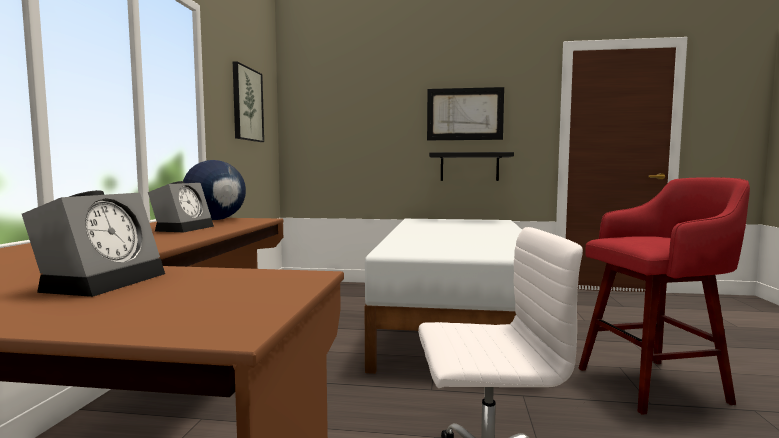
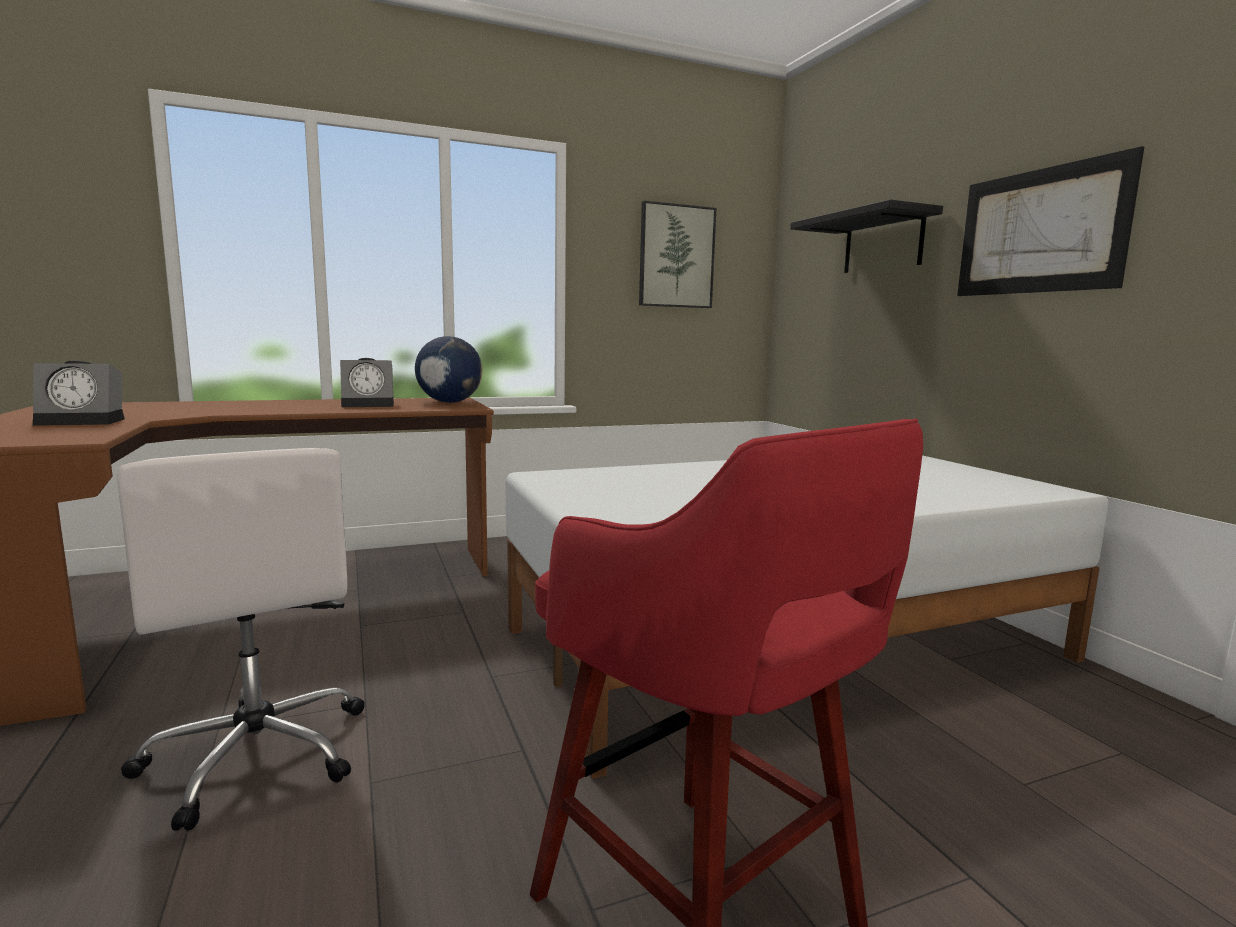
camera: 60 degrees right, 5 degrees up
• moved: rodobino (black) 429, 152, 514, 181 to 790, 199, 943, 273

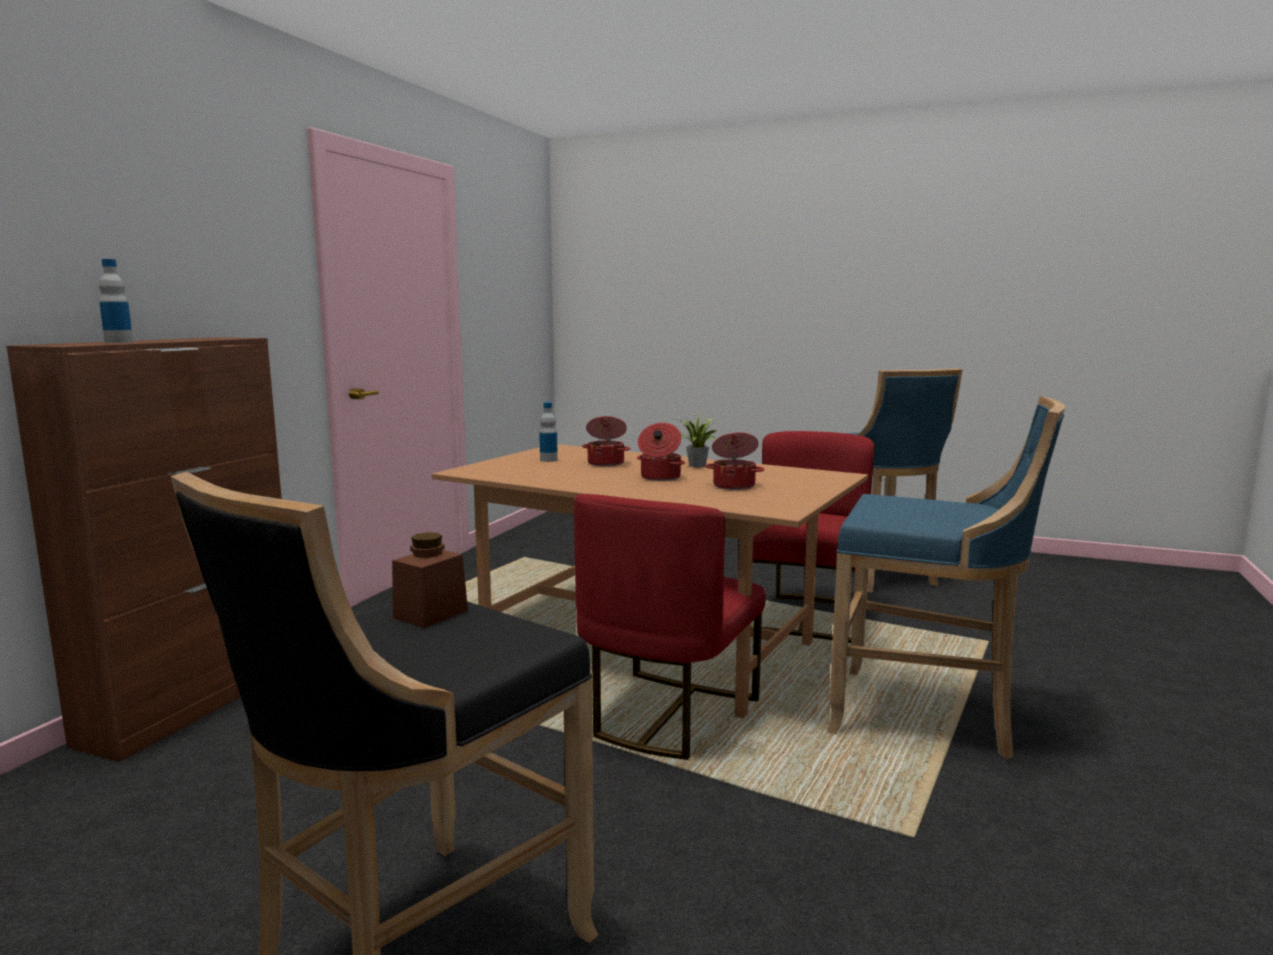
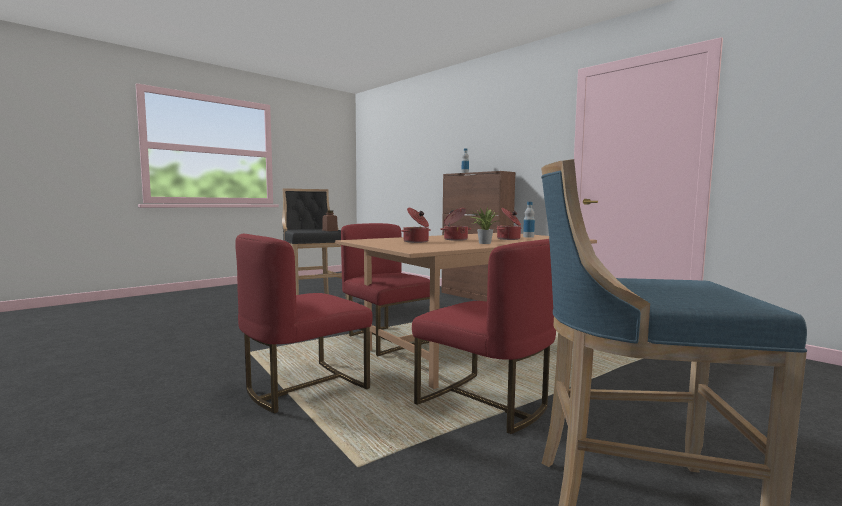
camera: 115 degrees right, 5 degrees down
• replaced: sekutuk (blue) 827, 396, 1065, 759 to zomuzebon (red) 235, 234, 373, 413

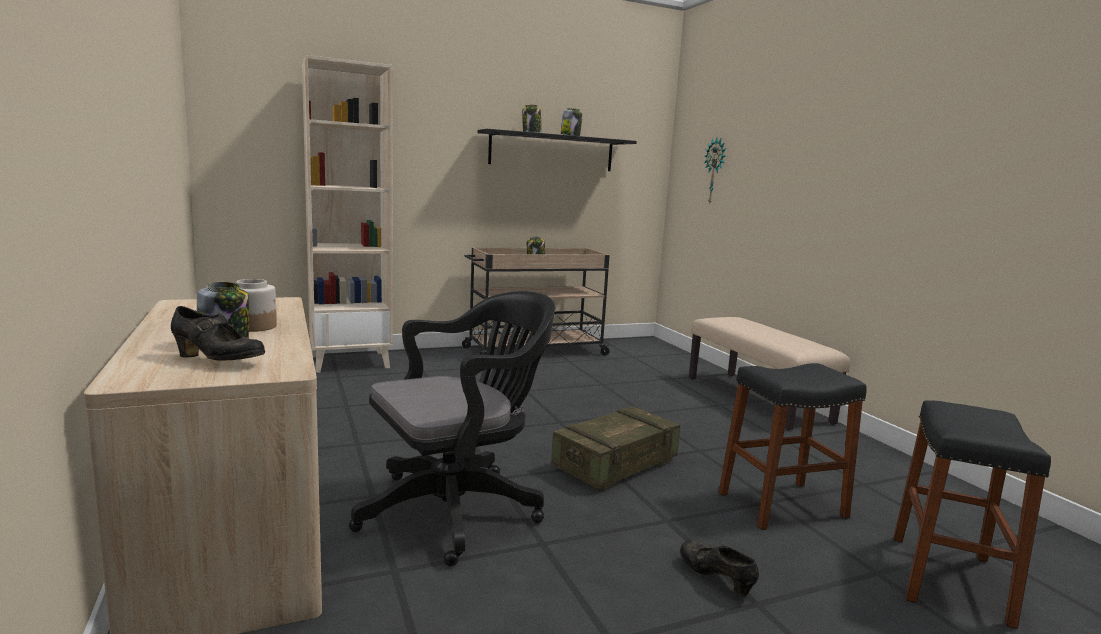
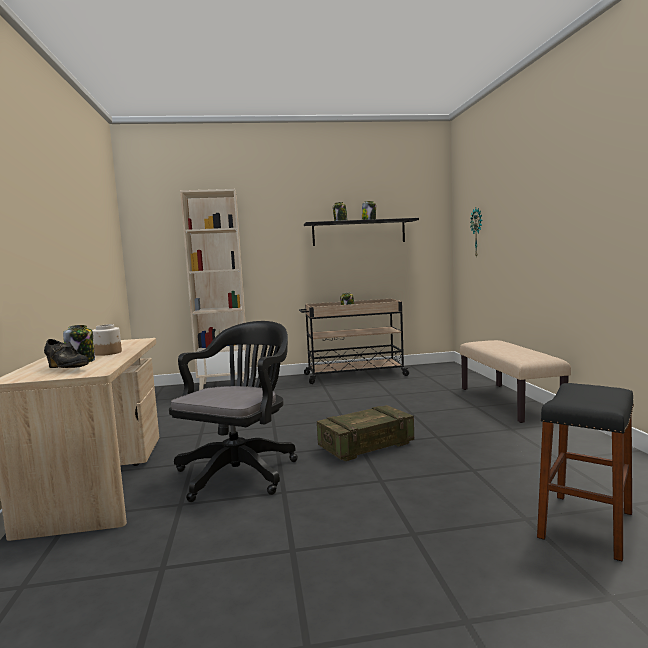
camera: 15 degrees right, 5 degrees down
• turned: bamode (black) 349, 291, 555, 567 = 169, 321, 298, 502 45 degrees counterclockwise
• removed: sekutuk (black) 719, 363, 867, 530
• removed: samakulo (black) 680, 540, 759, 596

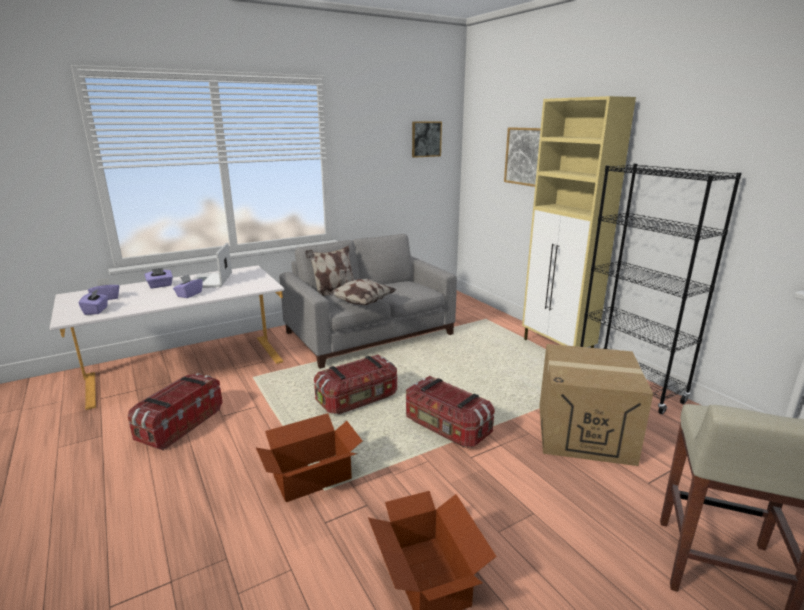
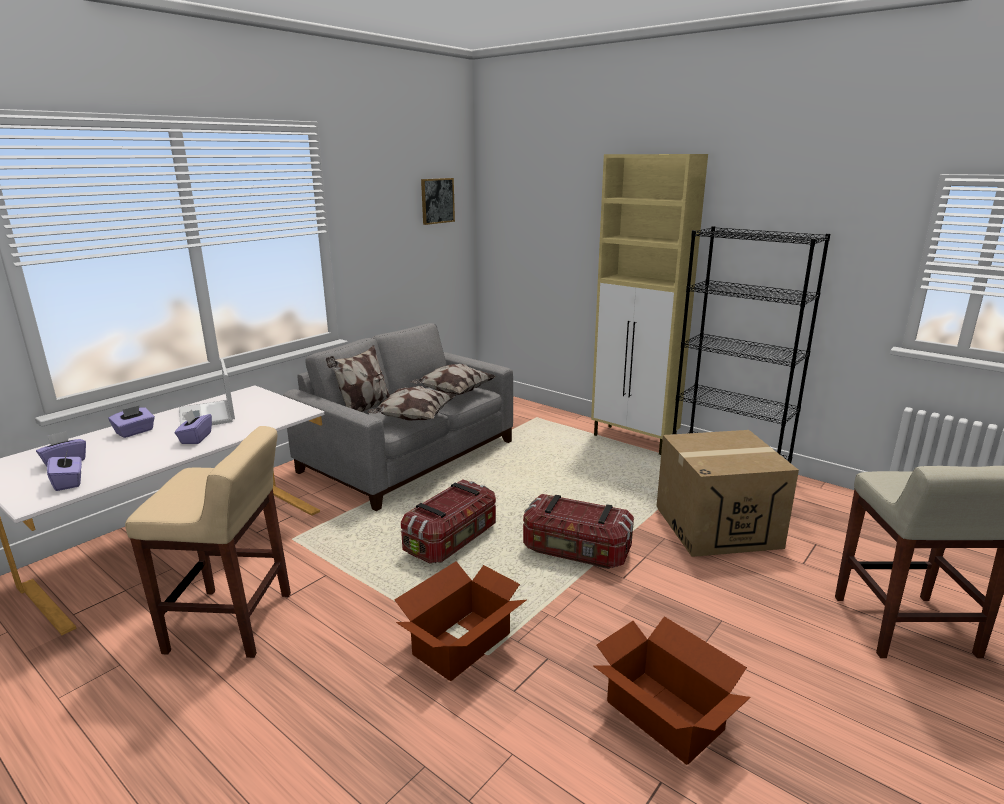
camera: 20 degrees left, 0 degrees up
• removed: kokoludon 504, 127, 541, 187
• replaced: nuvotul 128, 373, 222, 451 to sekutuk (beige) 125, 426, 291, 658
• added: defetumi 410, 364, 496, 395

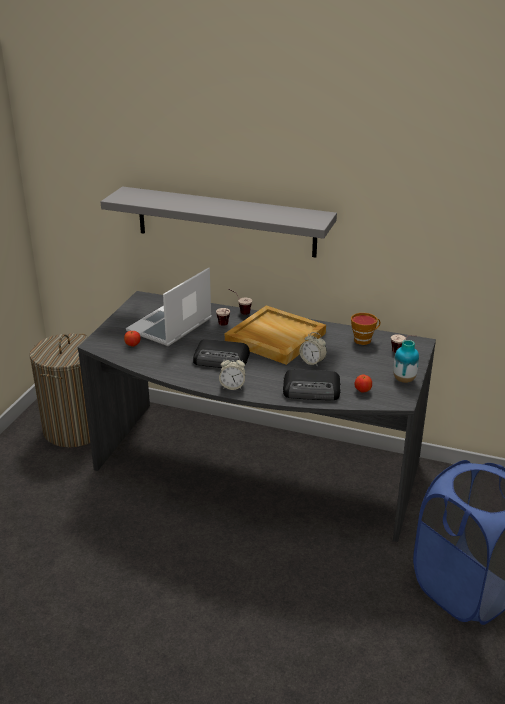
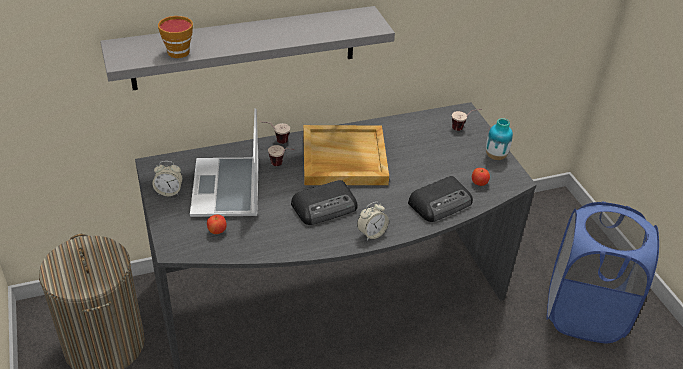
camera: 40 degrees left, 10 degrees up
• moved: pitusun 351, 313, 380, 345 to 158, 16, 193, 58
• moved: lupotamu 300, 332, 327, 367 to 152, 161, 183, 196

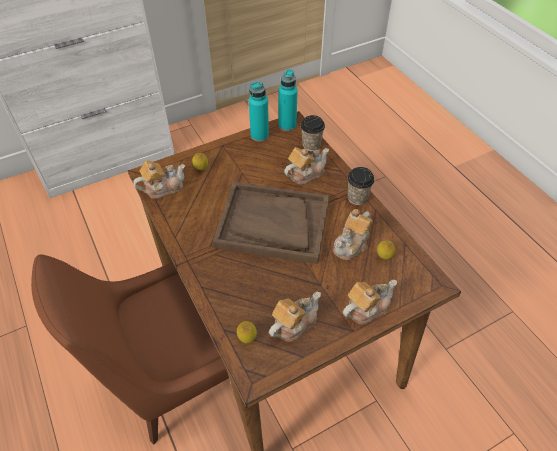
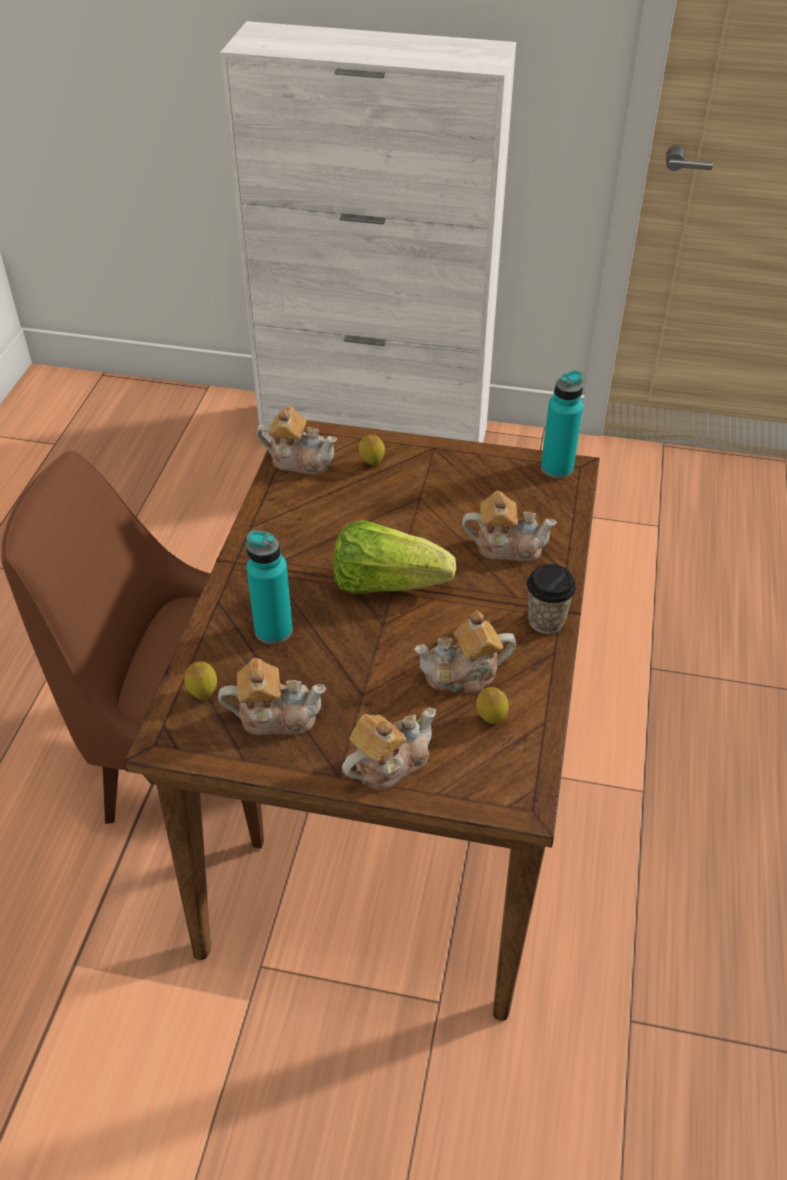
camera: 40 degrees right, 5 degrees down
• moved: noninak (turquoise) 249, 81, 269, 142 to 246, 530, 293, 644
• removed: pitusun 301, 115, 325, 151
• replaced: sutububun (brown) 213, 182, 330, 264 to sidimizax 333, 520, 456, 594
• turned: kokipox 343, 279, 397, 324 = 342, 707, 436, 790 45 degrees counterclockwise

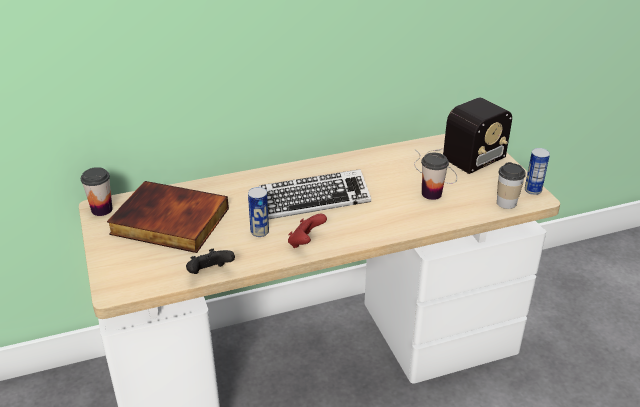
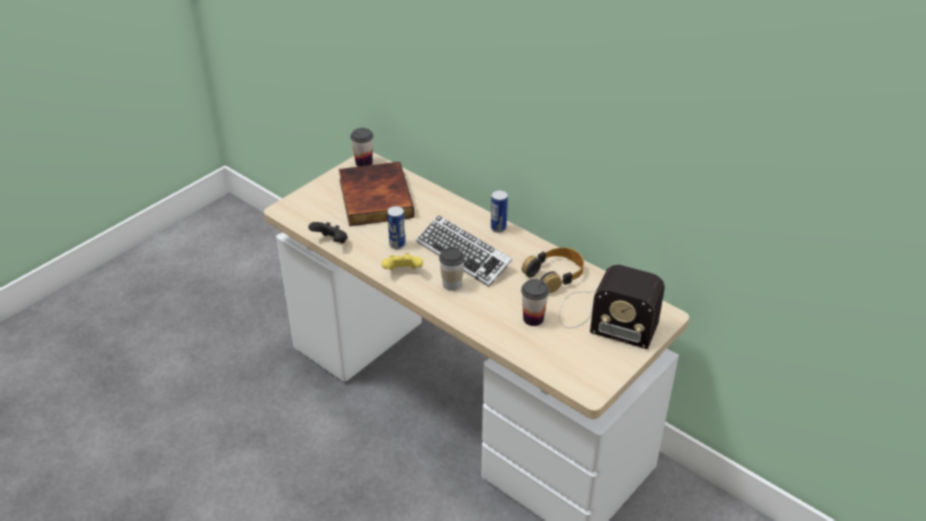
camera: 60 degrees right, 5 degrees up
• moved: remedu 525, 148, 550, 195 to 491, 190, 508, 233
• moved: pitusun 497, 162, 526, 209 to 439, 247, 465, 291
• recoloured: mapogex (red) 288, 214, 327, 248 to mapogex (yellow) 382, 253, 423, 270
• added: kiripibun 522, 247, 584, 293

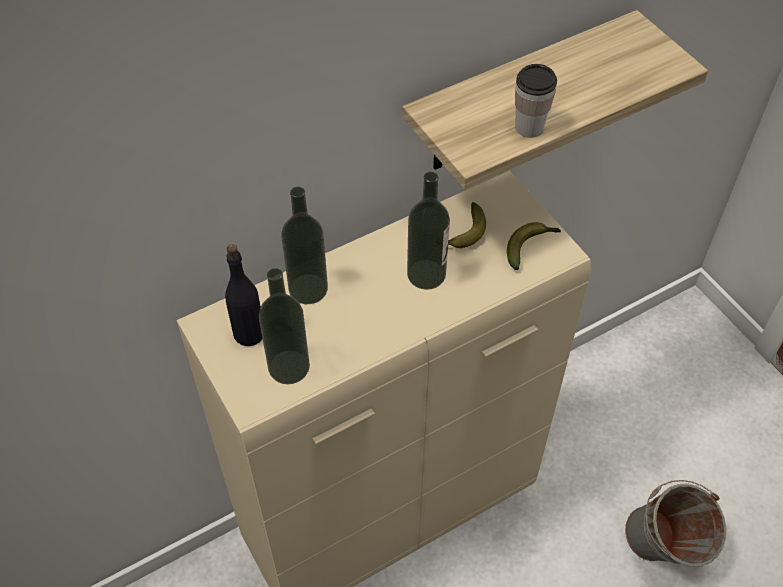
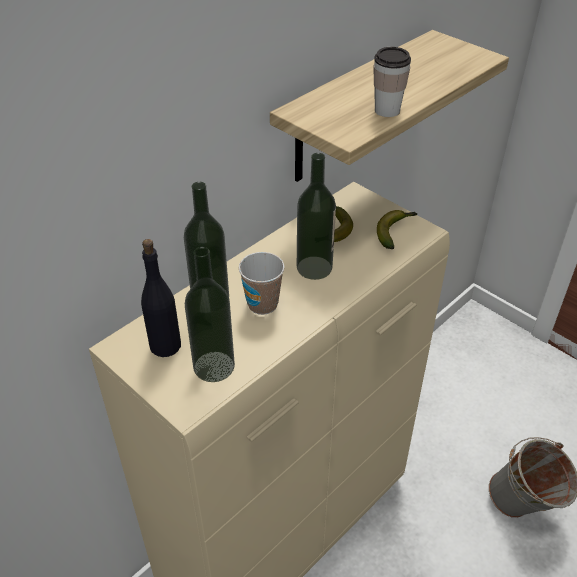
camera: 15 degrees left, 10 degrees down
• added: pitusun 239, 252, 285, 315

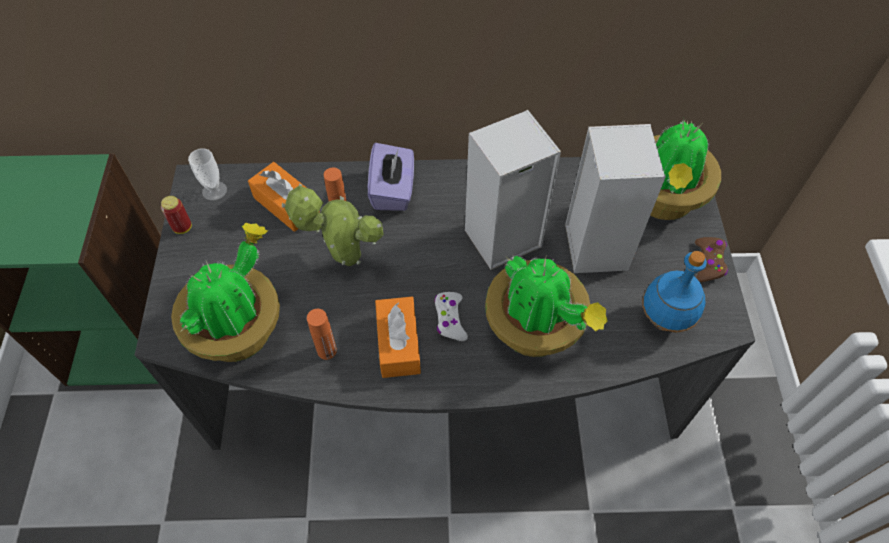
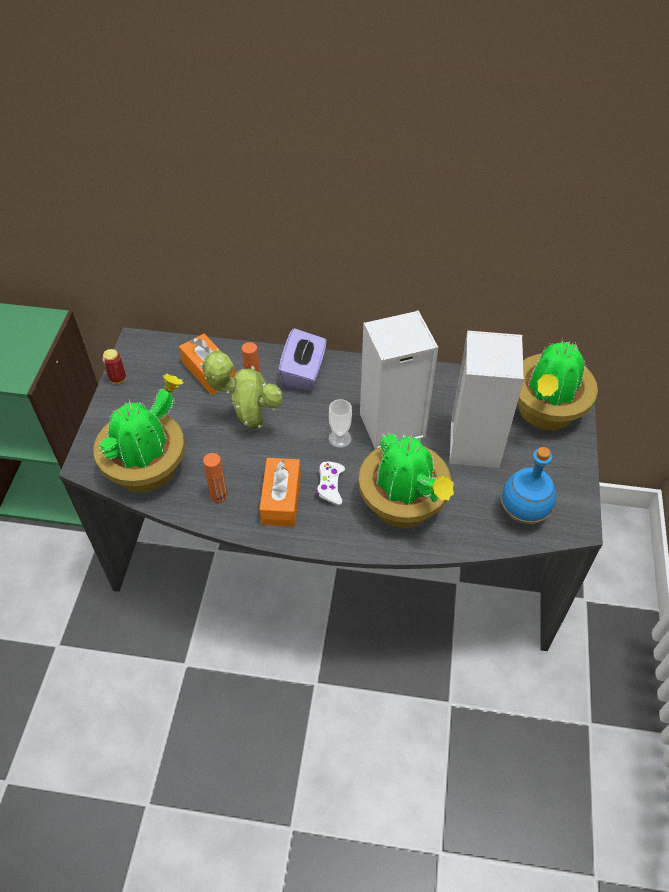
camera: 10 degrees right, 5 degrees down
• moved: pitusun 188, 148, 227, 201 to 329, 399, 352, 448
• removed: mapogex (brown) 695, 237, 728, 282

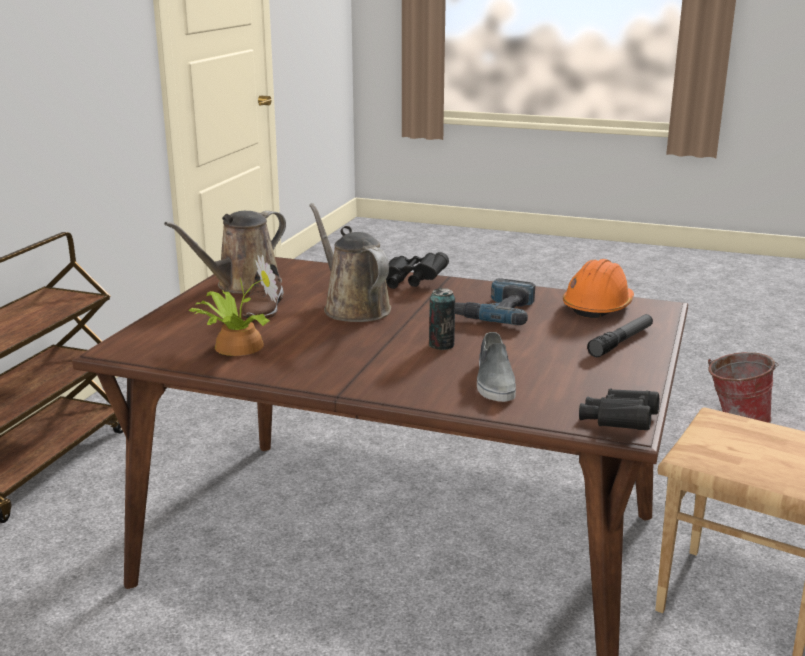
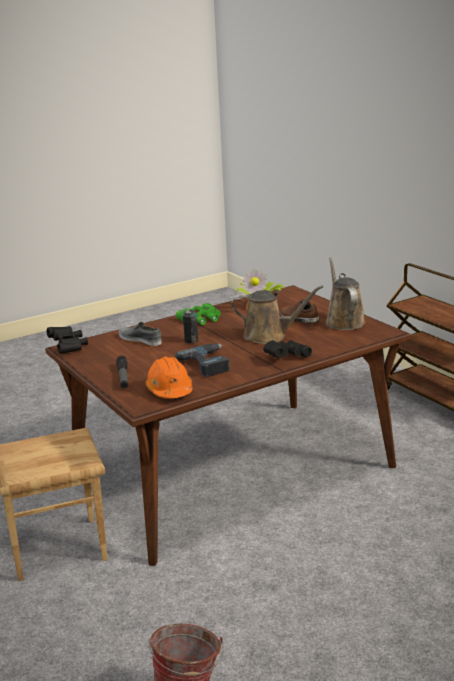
camera: 130 degrees right, 0 degrees up
• added: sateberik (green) 176, 303, 221, 325

